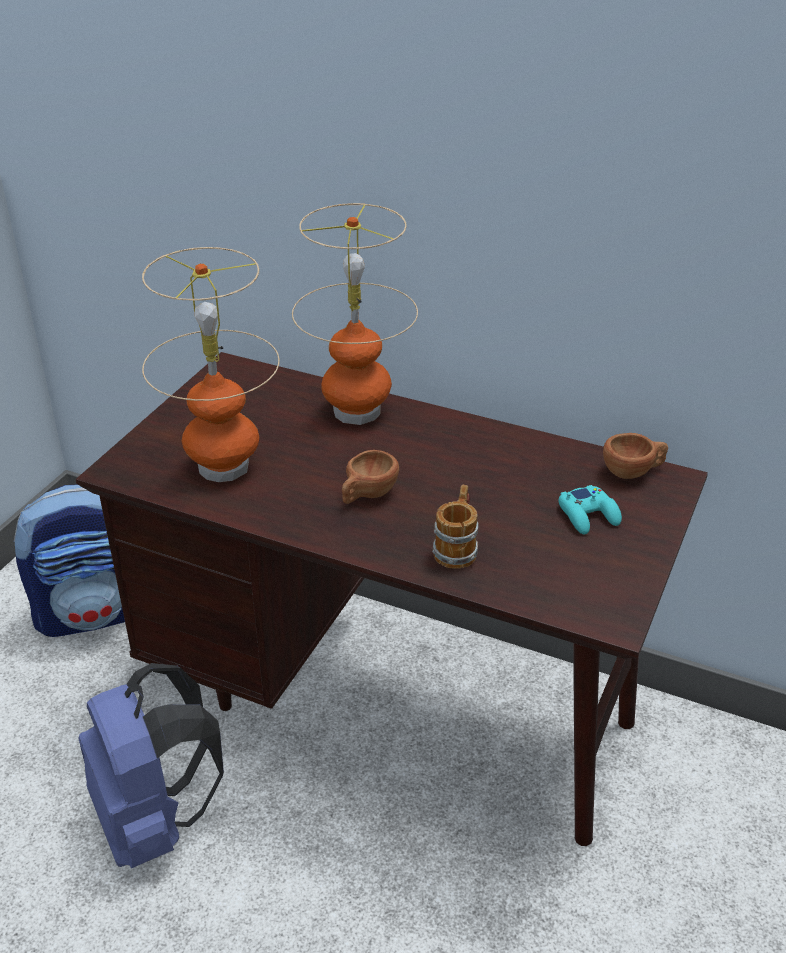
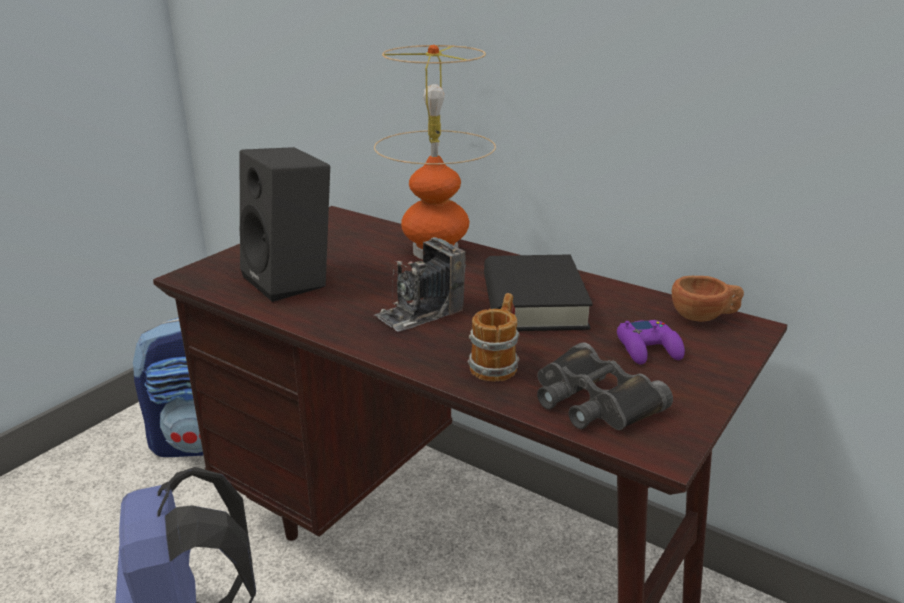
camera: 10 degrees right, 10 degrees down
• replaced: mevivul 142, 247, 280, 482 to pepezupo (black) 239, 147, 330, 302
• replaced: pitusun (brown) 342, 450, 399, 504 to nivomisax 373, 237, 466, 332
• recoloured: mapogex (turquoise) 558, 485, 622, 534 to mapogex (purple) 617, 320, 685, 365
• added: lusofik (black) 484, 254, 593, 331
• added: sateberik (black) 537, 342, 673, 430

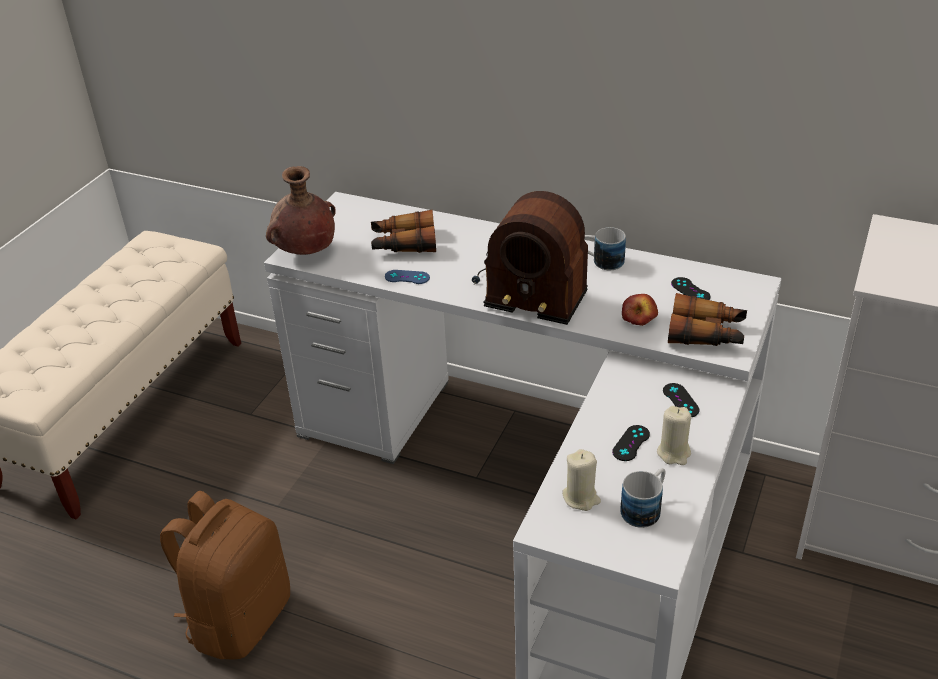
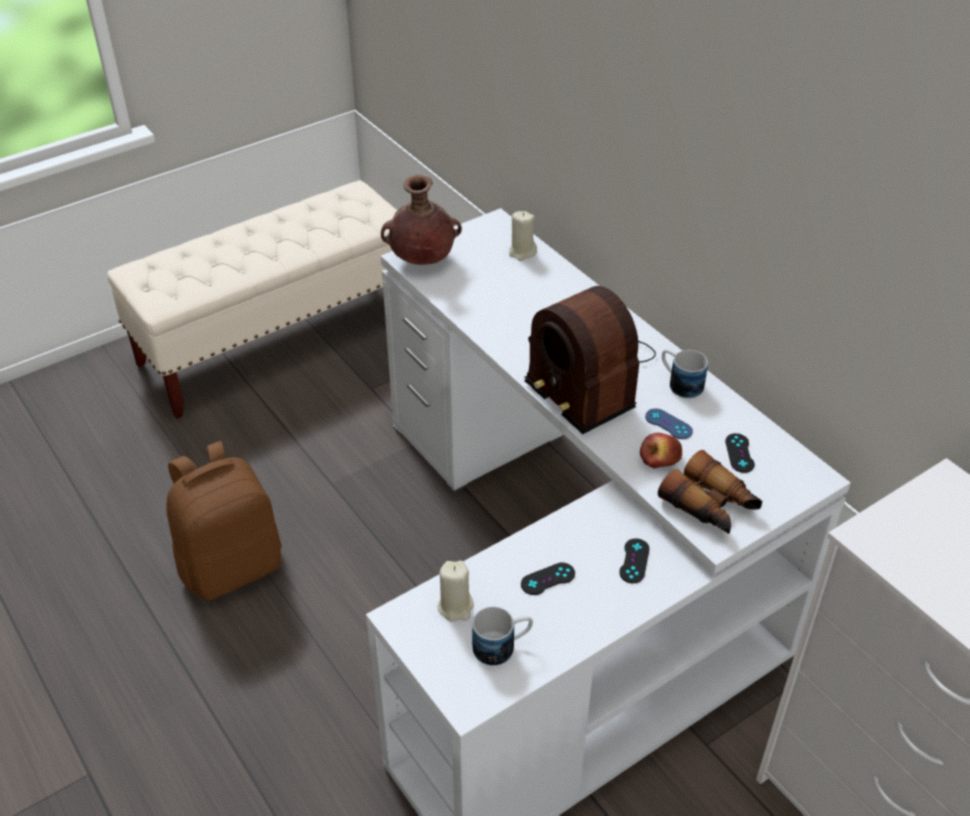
camera: 30 degrees right, 5 degrees up
• removed: sateberik 371, 210, 436, 253
• moved: mapogex (blue) 385, 270, 430, 284 to 645, 408, 693, 439
• moved: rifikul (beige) 657, 406, 691, 465 to 509, 211, 537, 261

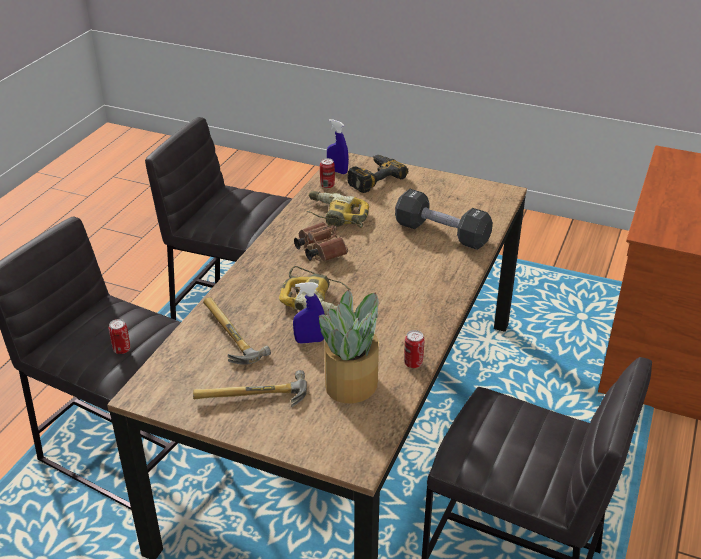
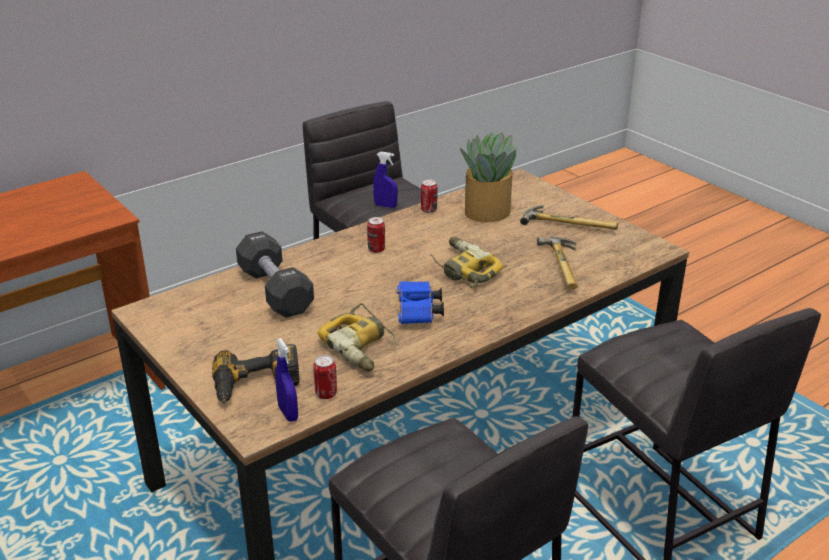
camera: 150 degrees left, 5 degrees down
• recoloured: sateberik (brown) 294, 222, 348, 261 to sateberik (blue) 396, 281, 444, 324
• moved: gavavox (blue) 293, 282, 325, 344 to 373, 152, 398, 208
• moved: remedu 109, 319, 130, 354 to 367, 217, 385, 253

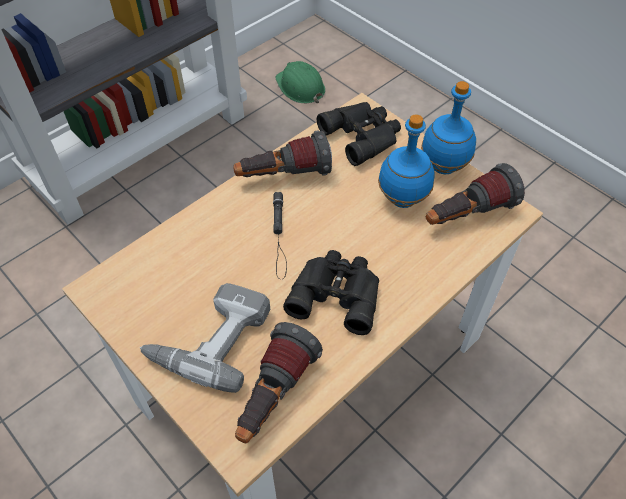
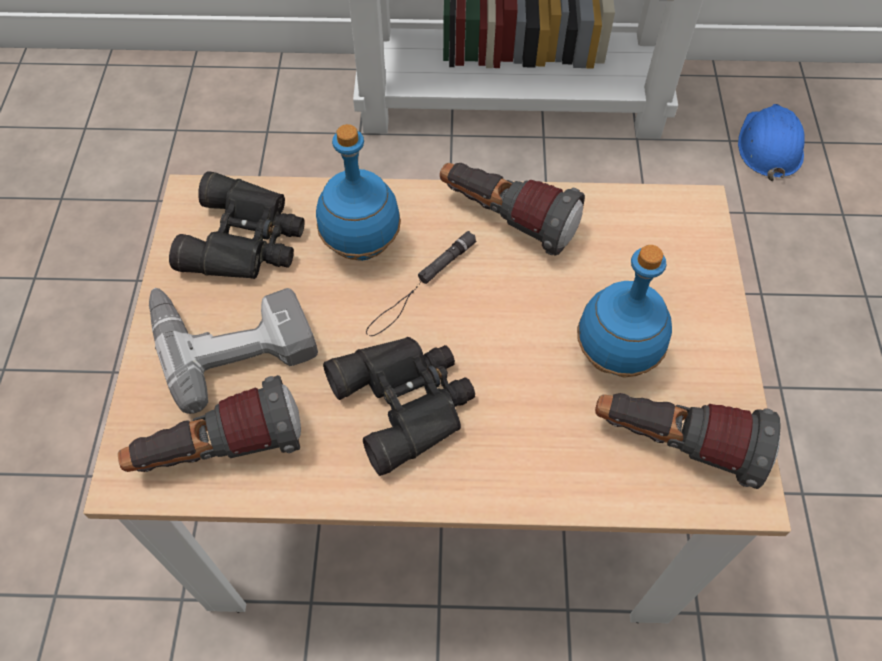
camera: 45 degrees right, 5 degrees up
• recoloured: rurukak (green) 275, 61, 325, 103 to rurukak (blue) 738, 104, 805, 181
• moved: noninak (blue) 421, 81, 476, 174 to 316, 124, 401, 261
• moved: sateberik (black) 317, 102, 401, 166 to 169, 171, 304, 279

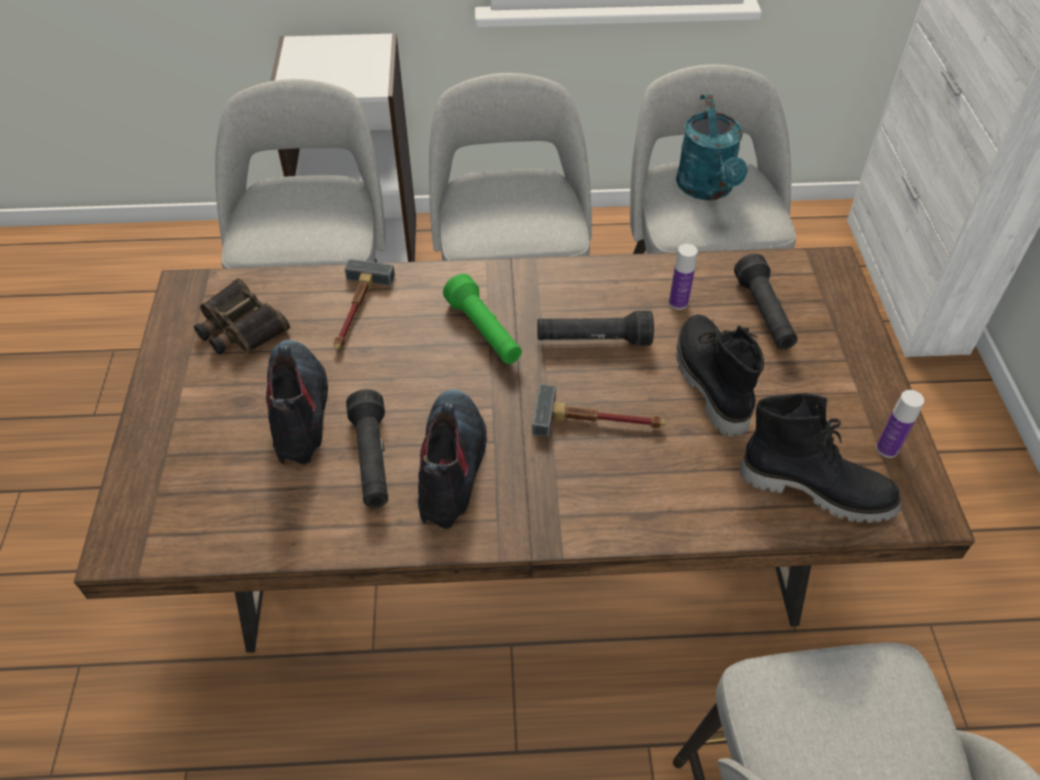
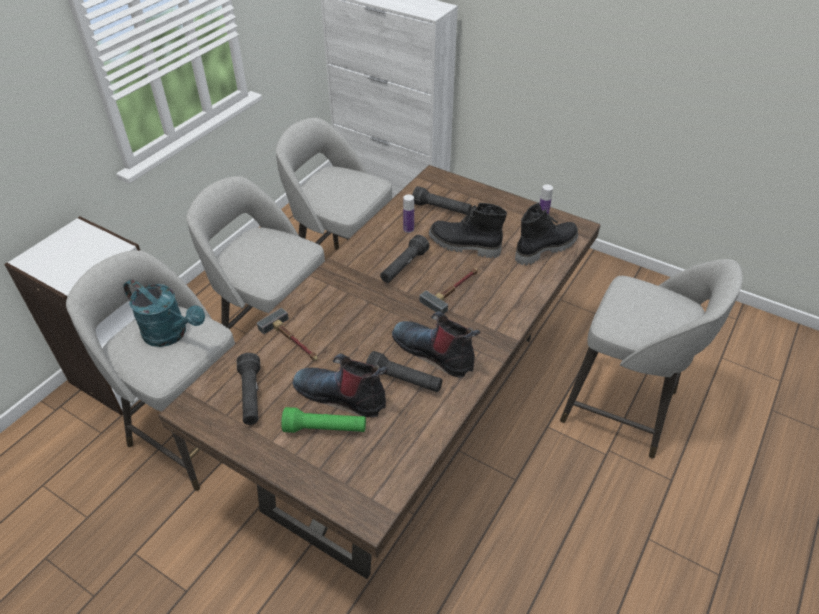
camera: 55 degrees left, 5 degrees down
• moved: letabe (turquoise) 676, 95, 748, 200 to 123, 279, 205, 347
• moved: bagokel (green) 443, 274, 522, 364 to 281, 407, 366, 433
• replaced: sateberik 194, 278, 290, 355 to bagokel (black) 237, 353, 260, 425

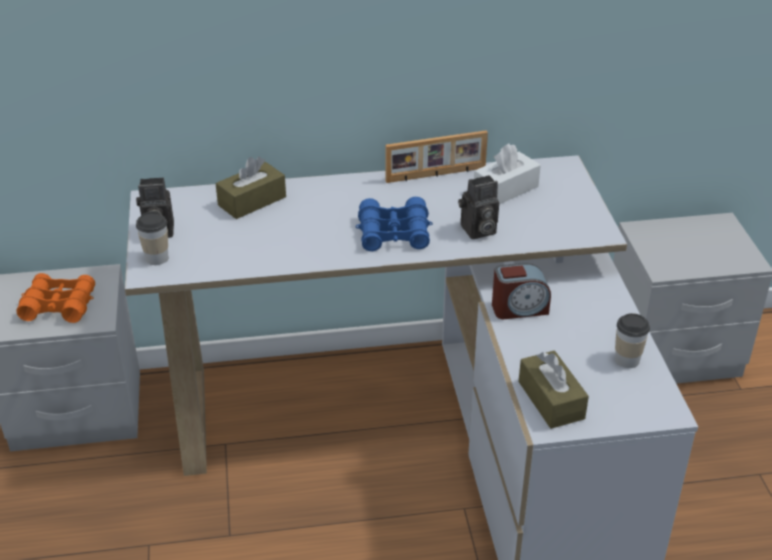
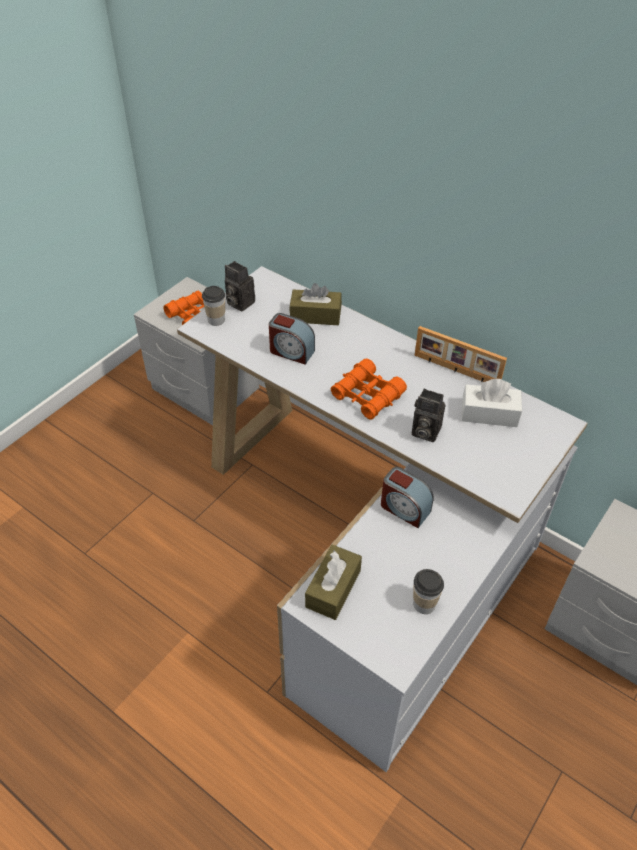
camera: 45 degrees right, 10 degrees up
• recoloured: sateberik (blue) 356, 197, 433, 251 to sateberik (orange) 331, 358, 407, 420
• added: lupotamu 269, 313, 315, 365

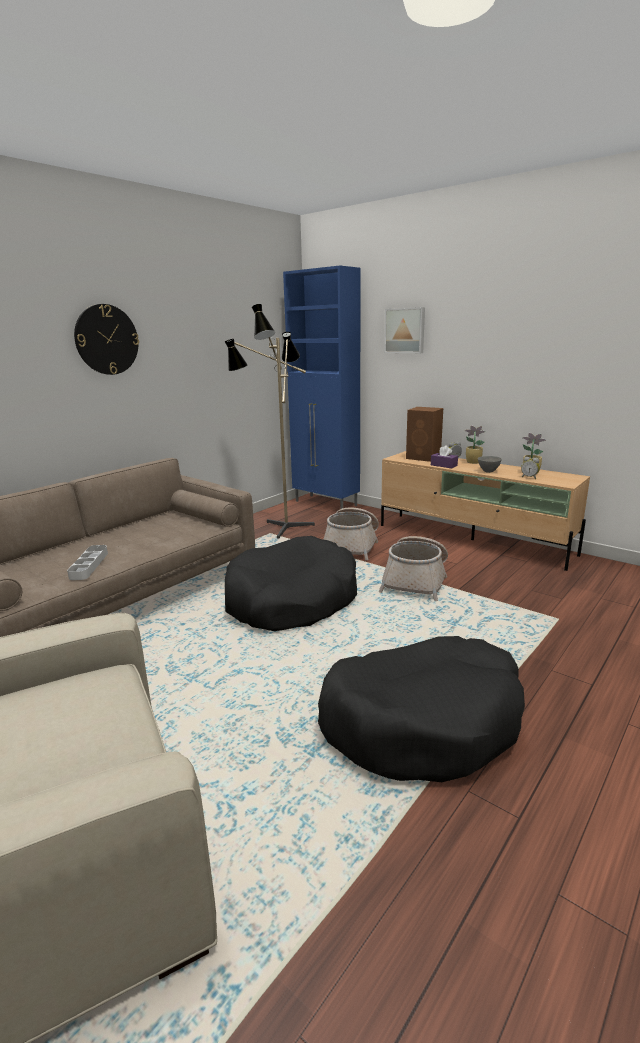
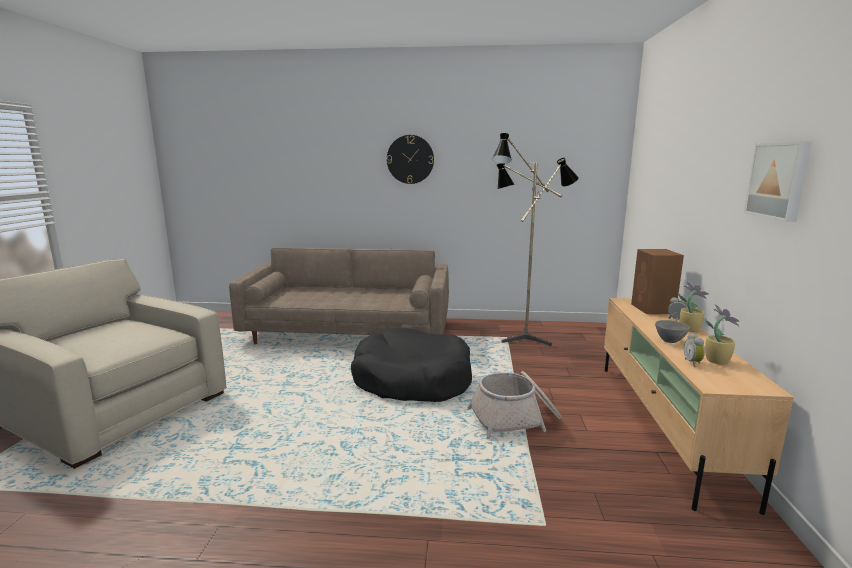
camera: 55 degrees right, 5 degrees down
• removed: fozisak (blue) 283, 265, 361, 509
• moved: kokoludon 384, 307, 425, 353 to 744, 141, 812, 222
• removed: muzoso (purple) 431, 445, 458, 468
• removed: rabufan 323, 508, 379, 561
• removed: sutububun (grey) 67, 545, 108, 580
• removed: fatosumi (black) 318, 636, 525, 782

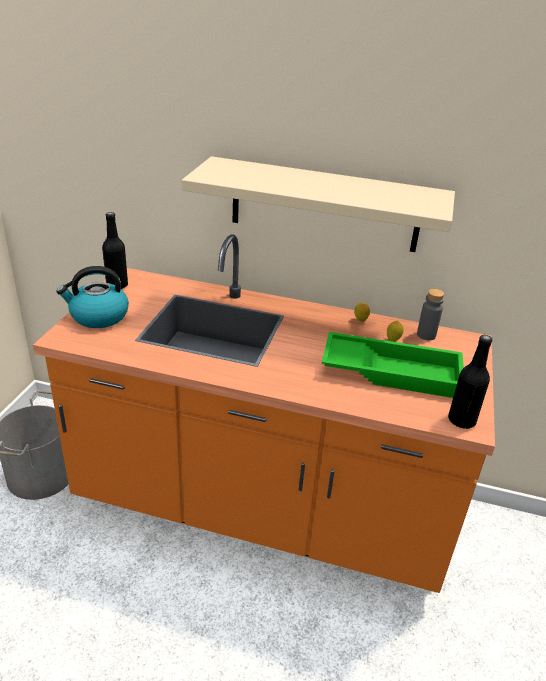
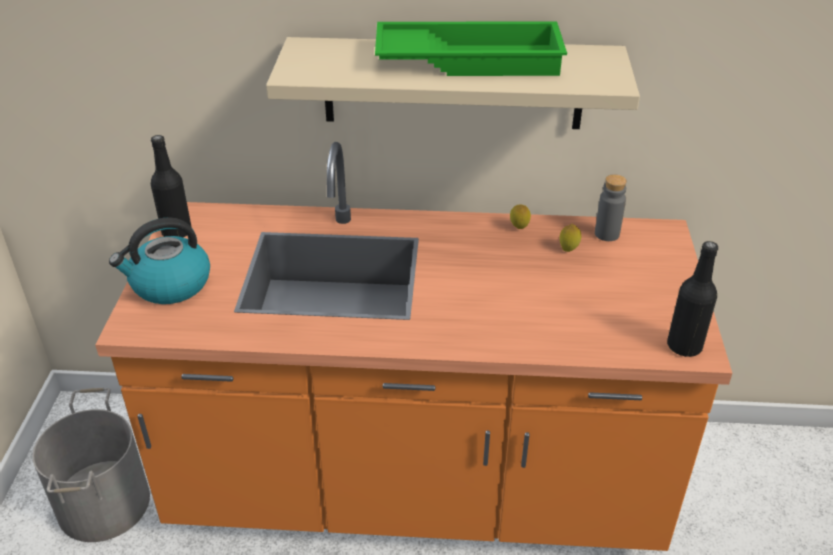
camera: 10 degrees left, 5 degrees up
• moved: sutububun (green) 322, 332, 464, 398 to 375, 21, 567, 76

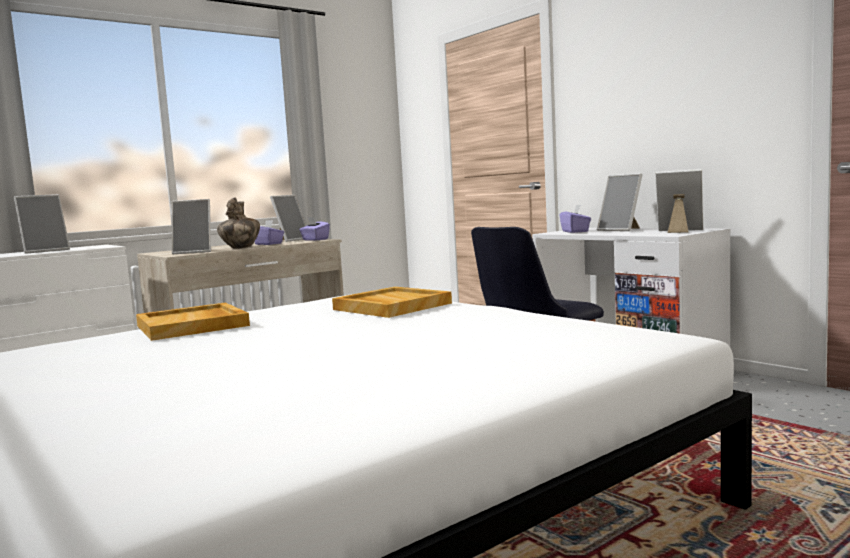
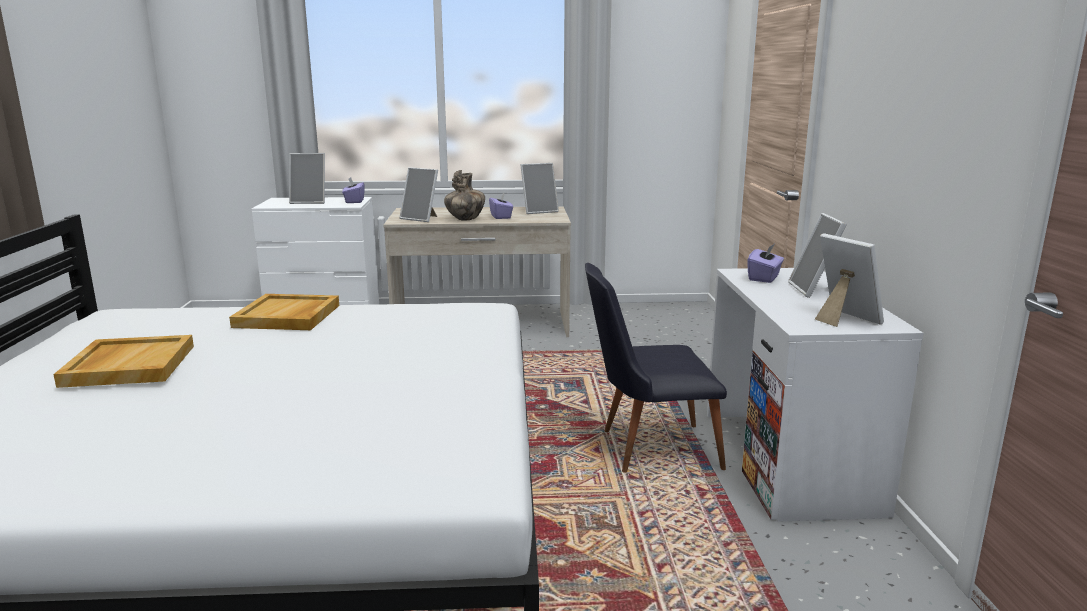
camera: 35 degrees right, 10 degrees up
• moved: muzoso (purple) 299, 217, 330, 241 to 342, 177, 365, 203
• moved: sutububun (beige) 332, 287, 452, 318 to 53, 335, 194, 388

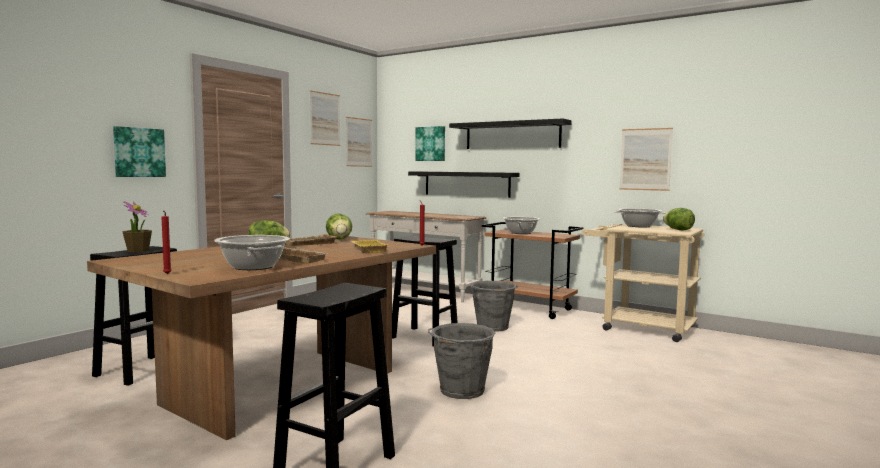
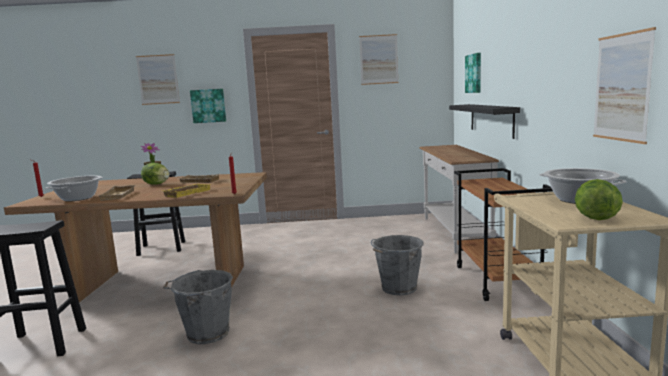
camera: 55 degrees right, 5 degrees up
• moved: kokoludon 346, 117, 372, 167 to 136, 54, 180, 105
• removed: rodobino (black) 449, 118, 572, 149
• removed: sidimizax 326, 213, 352, 239
• removed: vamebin 503, 217, 540, 234
• removed: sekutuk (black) 392, 236, 458, 347

